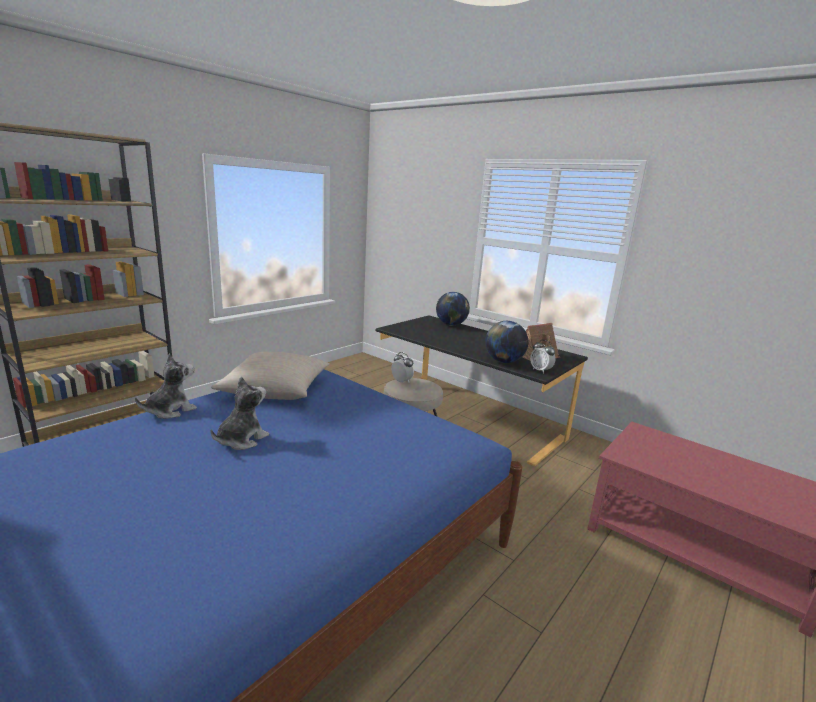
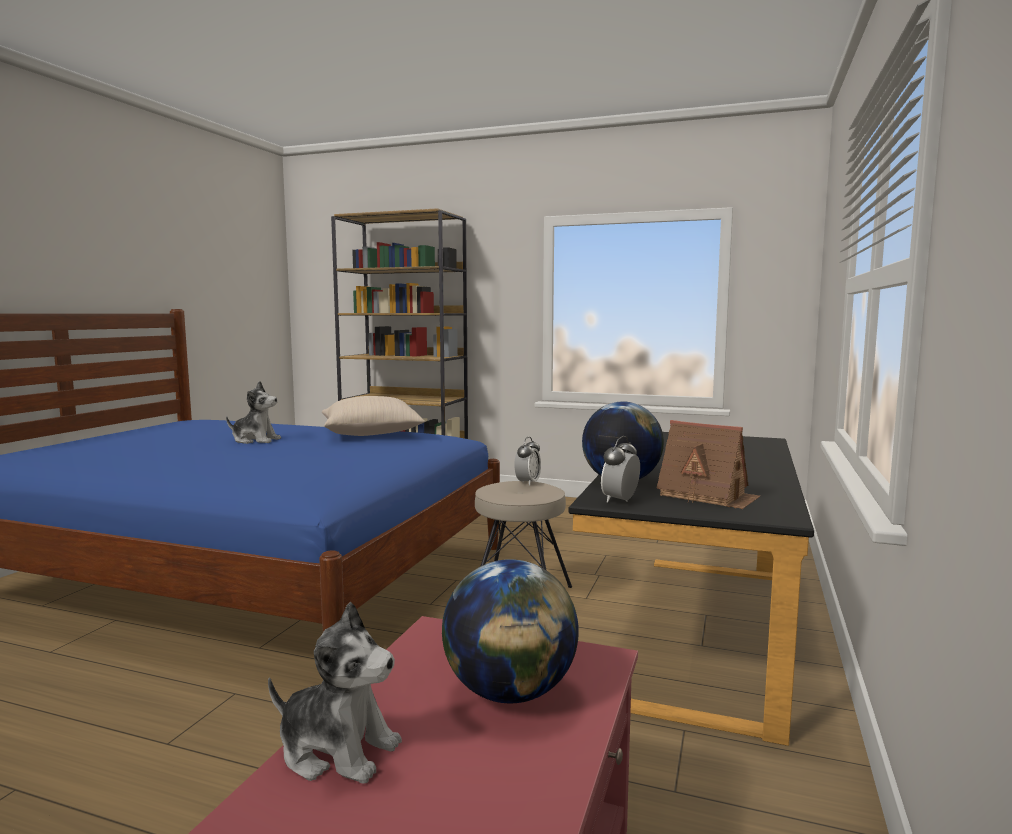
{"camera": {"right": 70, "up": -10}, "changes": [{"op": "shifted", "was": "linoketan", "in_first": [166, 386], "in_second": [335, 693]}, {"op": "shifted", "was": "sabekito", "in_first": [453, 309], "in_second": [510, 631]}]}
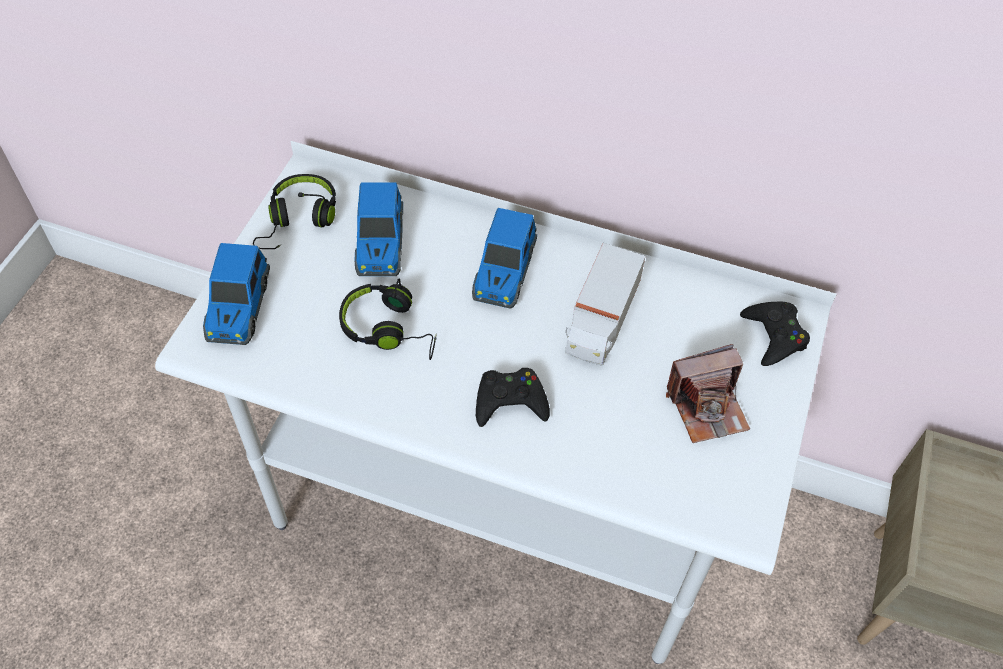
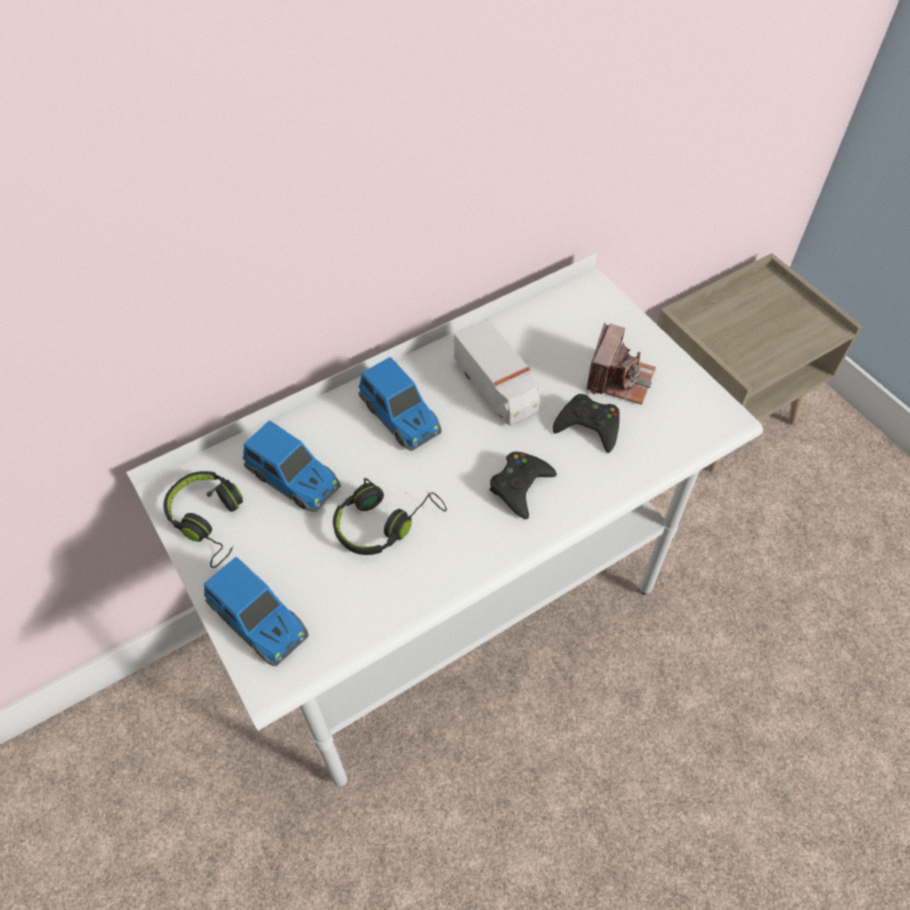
{"camera": {"right": -50, "up": 0}, "changes": [{"op": "shifted", "was": "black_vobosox", "in_first": [775, 334], "in_second": [586, 423]}]}
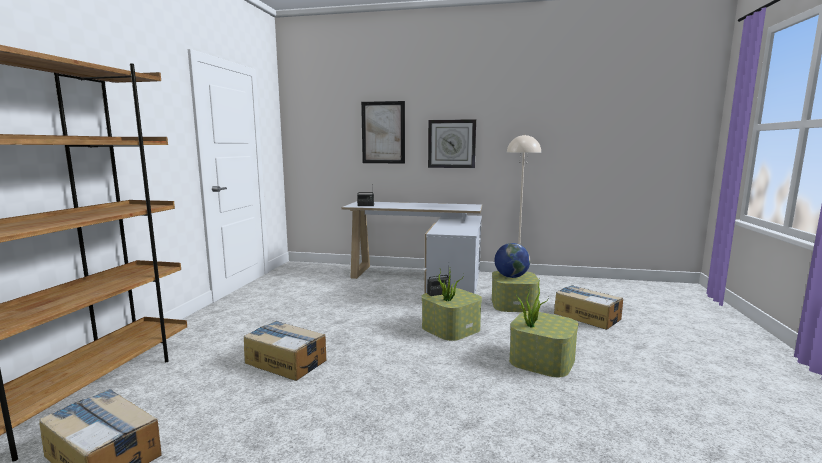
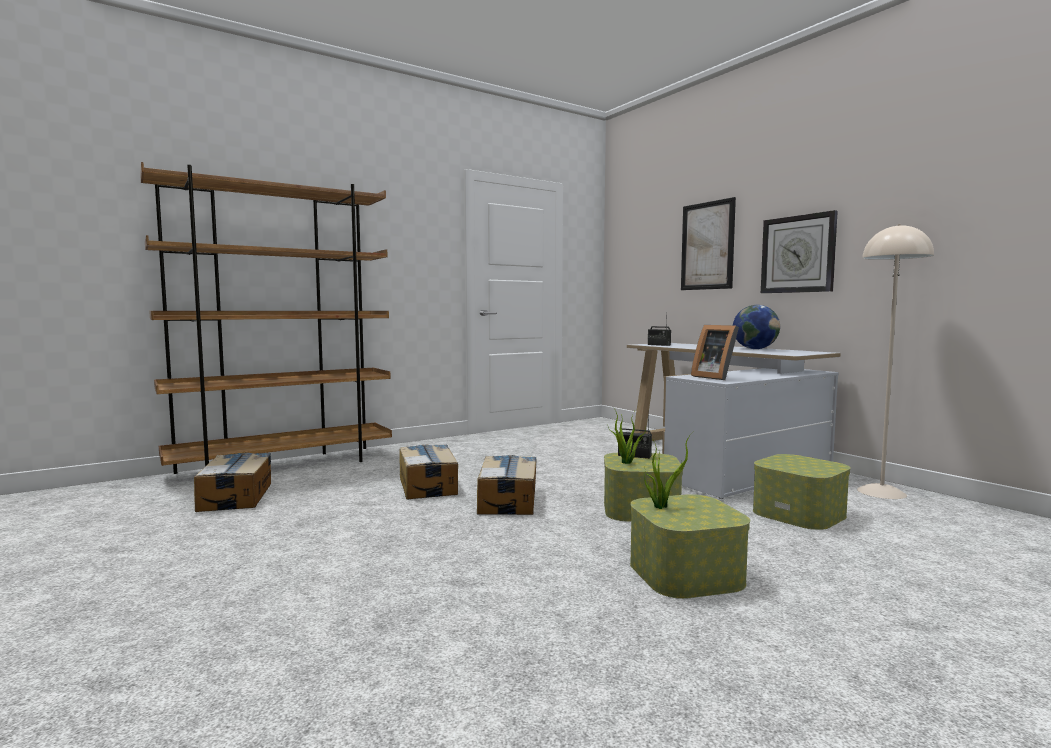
{"camera": {"right": 45, "up": -5}, "changes": [{"op": "shifted", "was": "sabekito", "in_first": [512, 260], "in_second": [756, 327]}, {"op": "shifted", "was": "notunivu", "in_first": [588, 307], "in_second": [506, 485]}, {"op": "new", "now": "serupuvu", "in_second": [715, 352]}]}
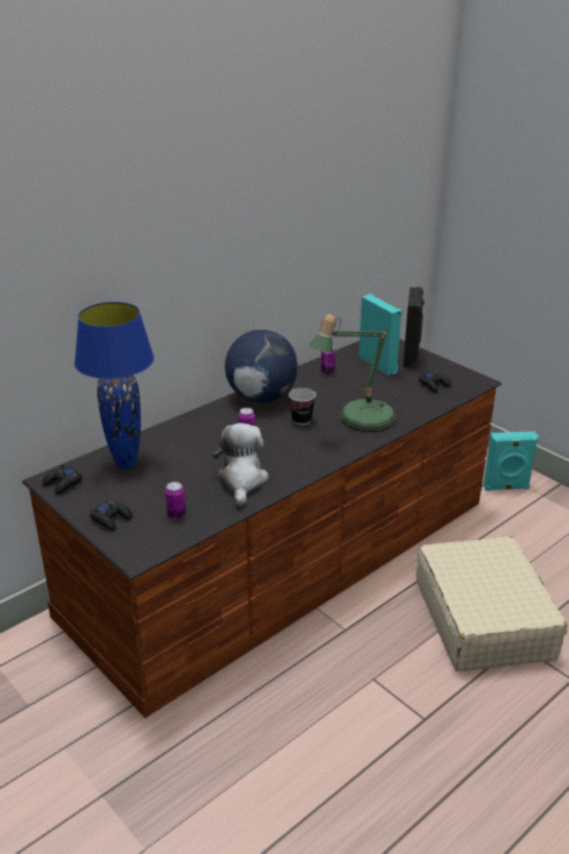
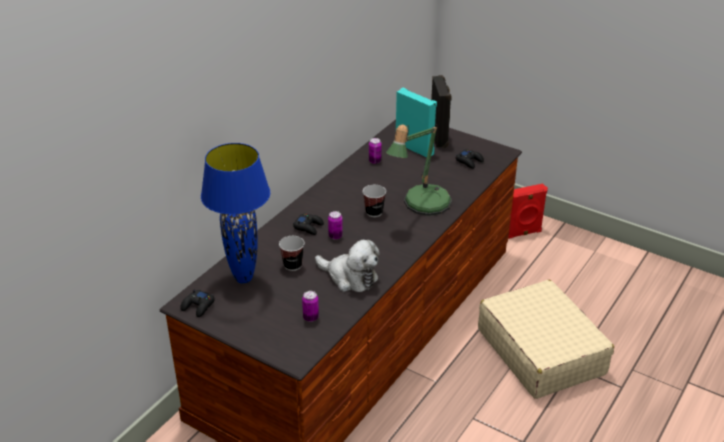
{"camera": {"right": -15, "up": 5}, "changes": [{"op": "shifted", "was": "black_vobosox", "in_first": [111, 515], "in_second": [308, 224]}, {"op": "rotated", "was": "linoketan", "in_first": [241, 464], "in_second": [347, 266], "clockwise": 135}, {"op": "gone", "was": "sabekito", "in_first": [261, 366]}, {"op": "repainted", "was": "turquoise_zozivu", "now": "red_zozivu", "in_first": [511, 461], "in_second": [528, 211]}, {"op": "new", "now": "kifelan", "in_second": [292, 253]}]}
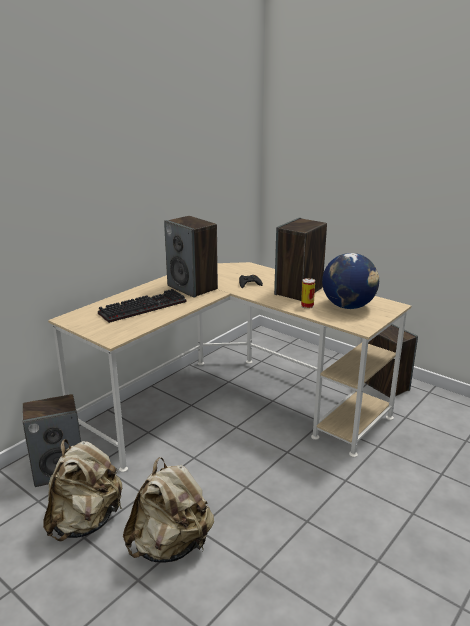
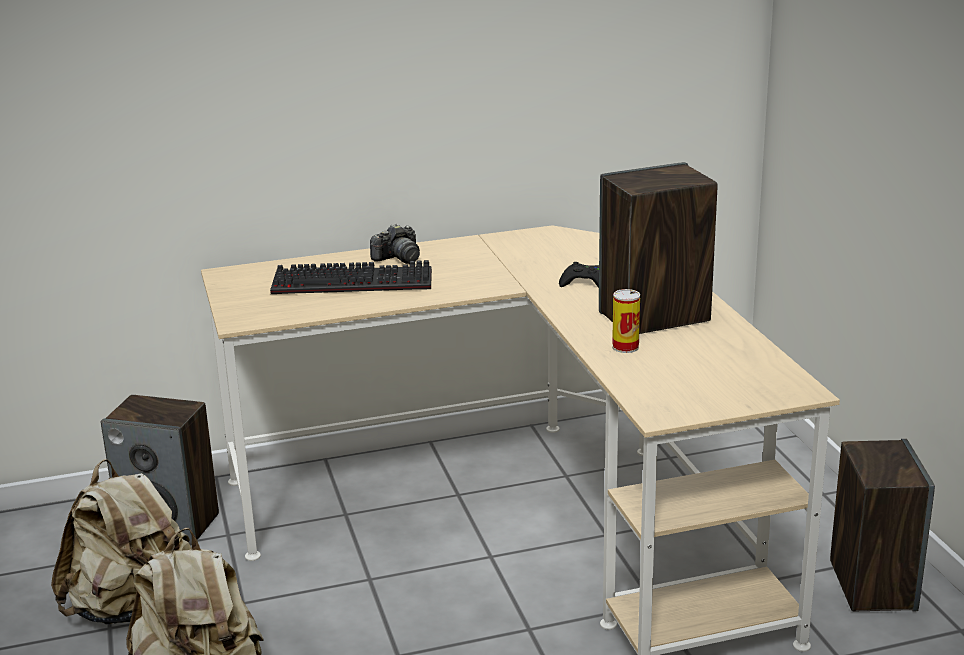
{"camera": {"right": 35, "up": 0}, "changes": [{"op": "gone", "was": "zozivu", "in_first": [191, 257]}, {"op": "gone", "was": "sabekito", "in_first": [350, 281]}, {"op": "new", "now": "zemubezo", "in_second": [395, 244]}]}
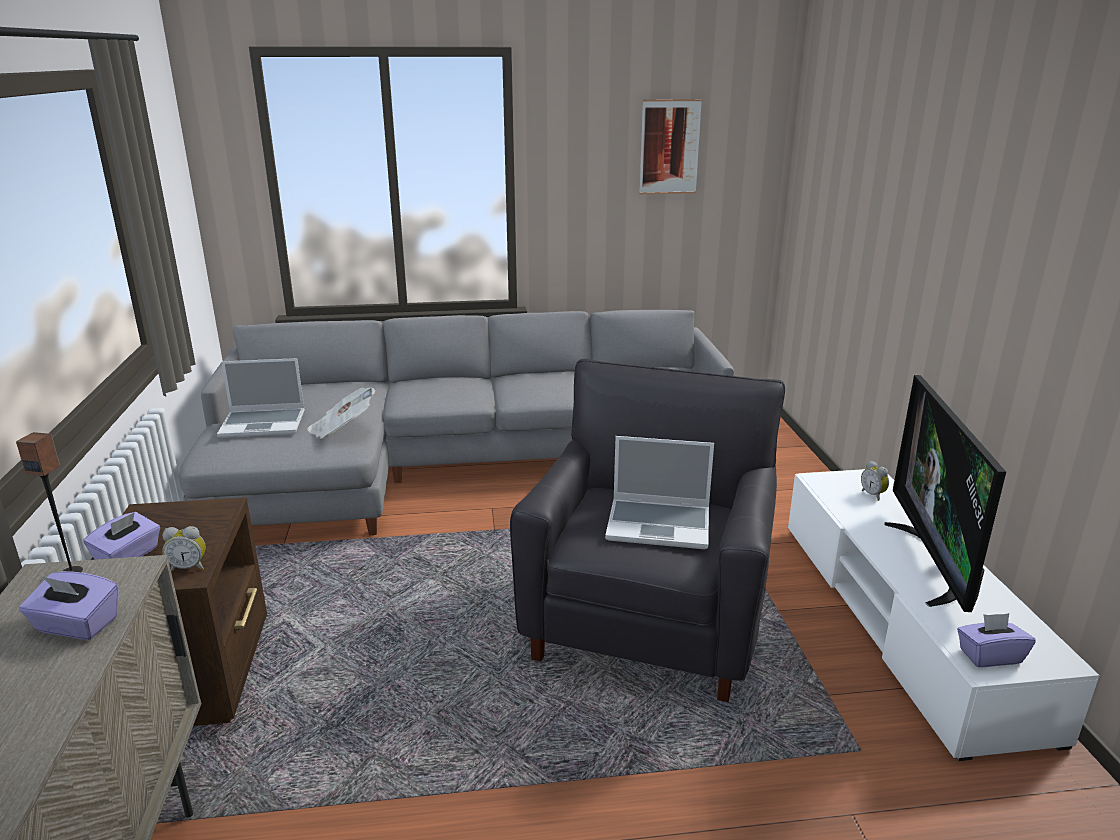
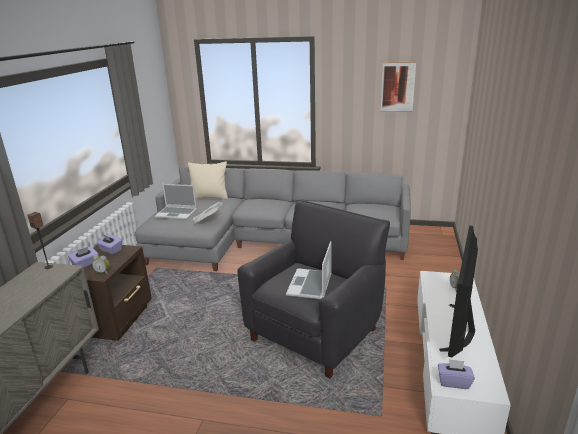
{"camera": {"right": 20, "up": 0}, "changes": [{"op": "shifted", "was": "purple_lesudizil", "in_first": [68, 605], "in_second": [109, 244]}, {"op": "rotated", "was": "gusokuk", "in_first": [659, 492], "in_second": [309, 270], "clockwise": 75}, {"op": "new", "now": "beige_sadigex", "in_second": [208, 180]}]}
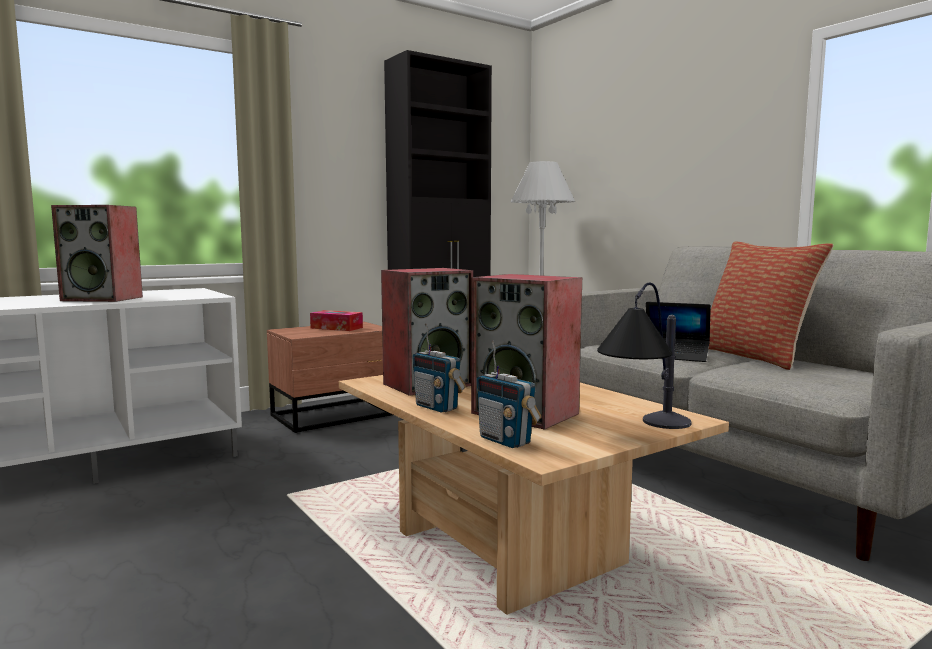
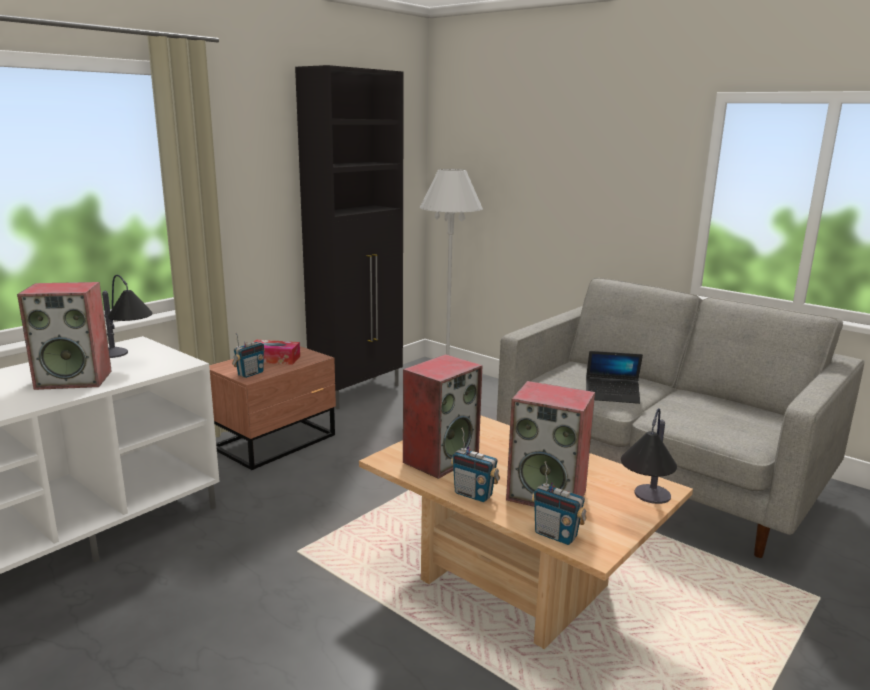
{"camera": {"right": -15, "up": 10}, "changes": [{"op": "gone", "was": "sadigex", "in_first": [771, 305]}, {"op": "new", "now": "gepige", "in_second": [127, 316]}, {"op": "new", "now": "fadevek", "in_second": [248, 355]}]}
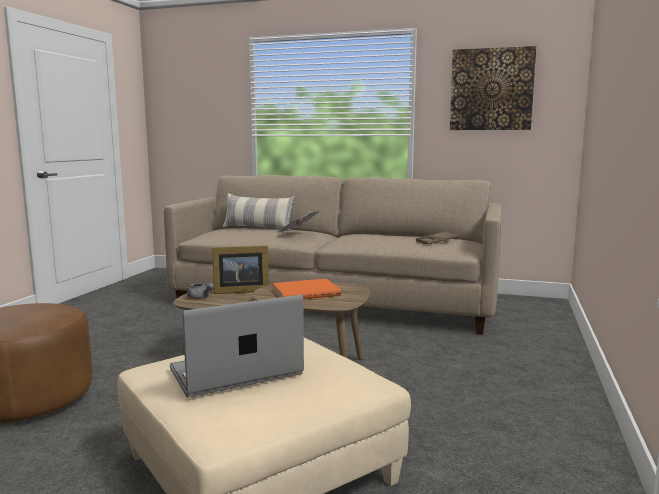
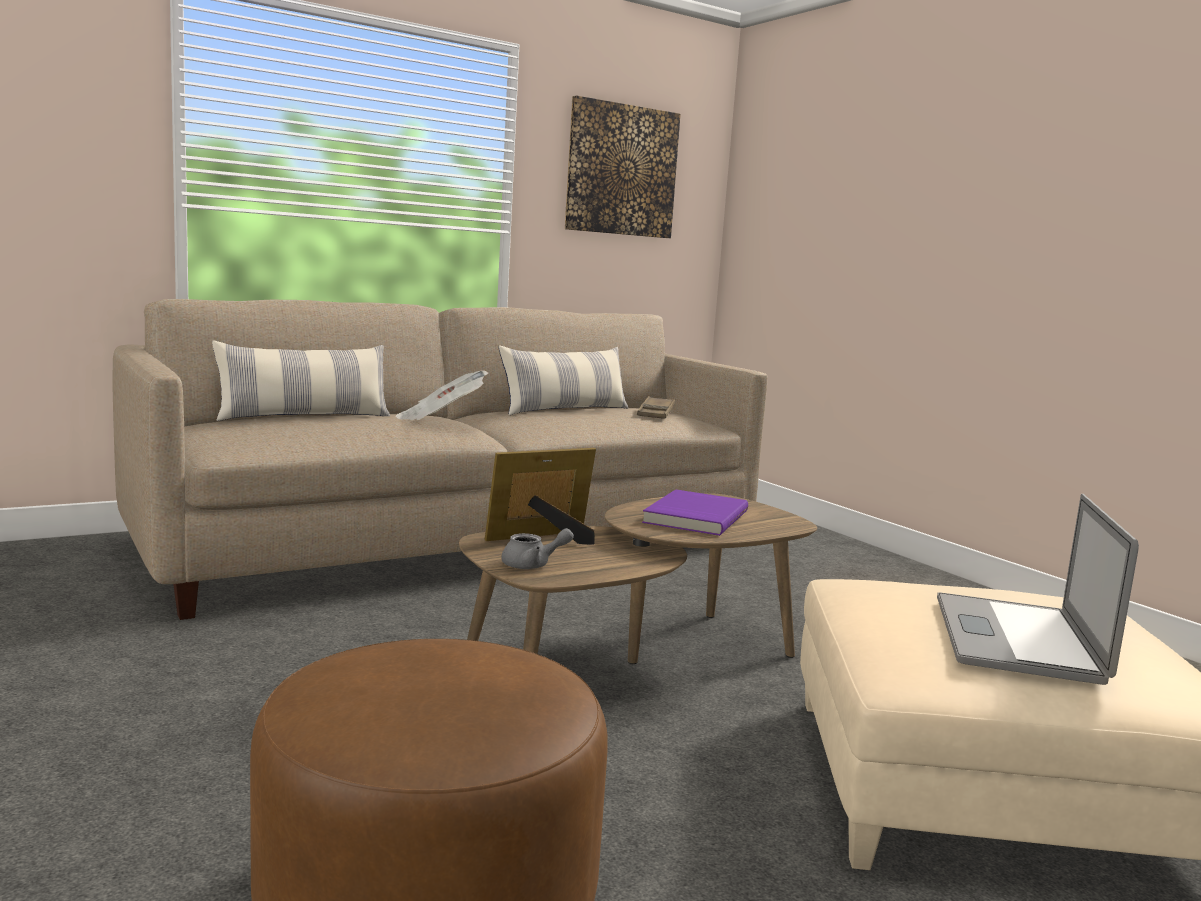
{"camera": {"right": -50, "up": 0}, "changes": [{"op": "rotated", "was": "serupuvu", "in_first": [240, 270], "in_second": [540, 496], "clockwise": -150}, {"op": "repainted", "was": "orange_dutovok", "now": "purple_dutovok", "in_first": [306, 289], "in_second": [695, 512]}, {"op": "new", "now": "sadigex", "in_second": [563, 380]}]}
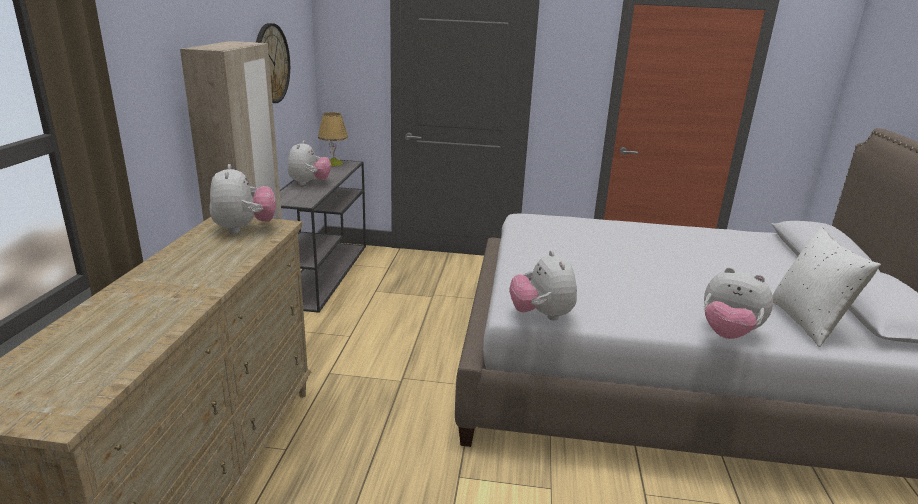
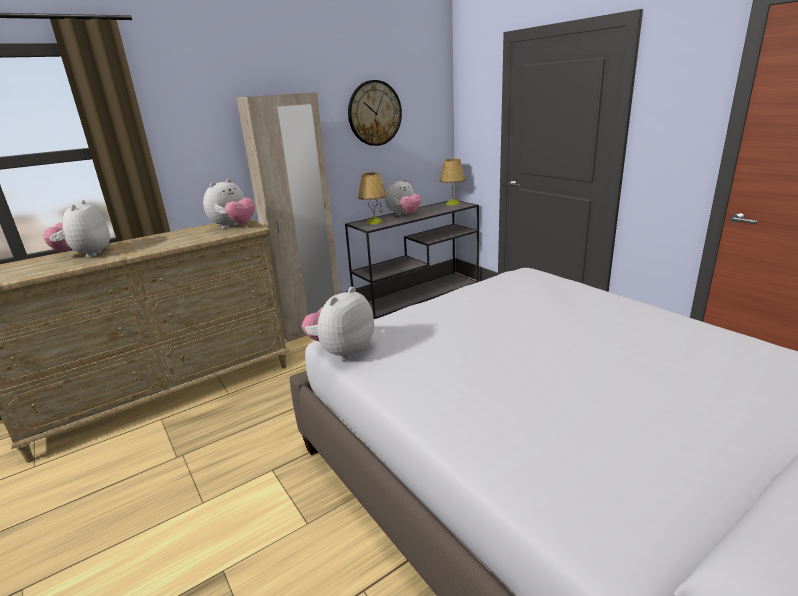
{"camera": {"right": 50, "up": 0}, "changes": [{"op": "shifted", "was": "linoketan", "in_first": [738, 303], "in_second": [76, 229]}, {"op": "gone", "was": "white_sadigex", "in_first": [827, 287]}, {"op": "new", "now": "gepige", "in_second": [372, 198]}]}
